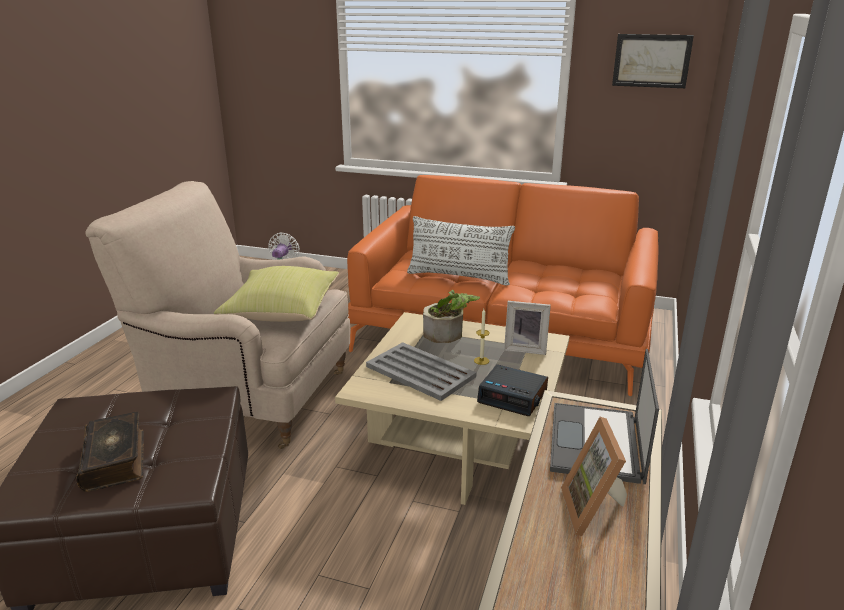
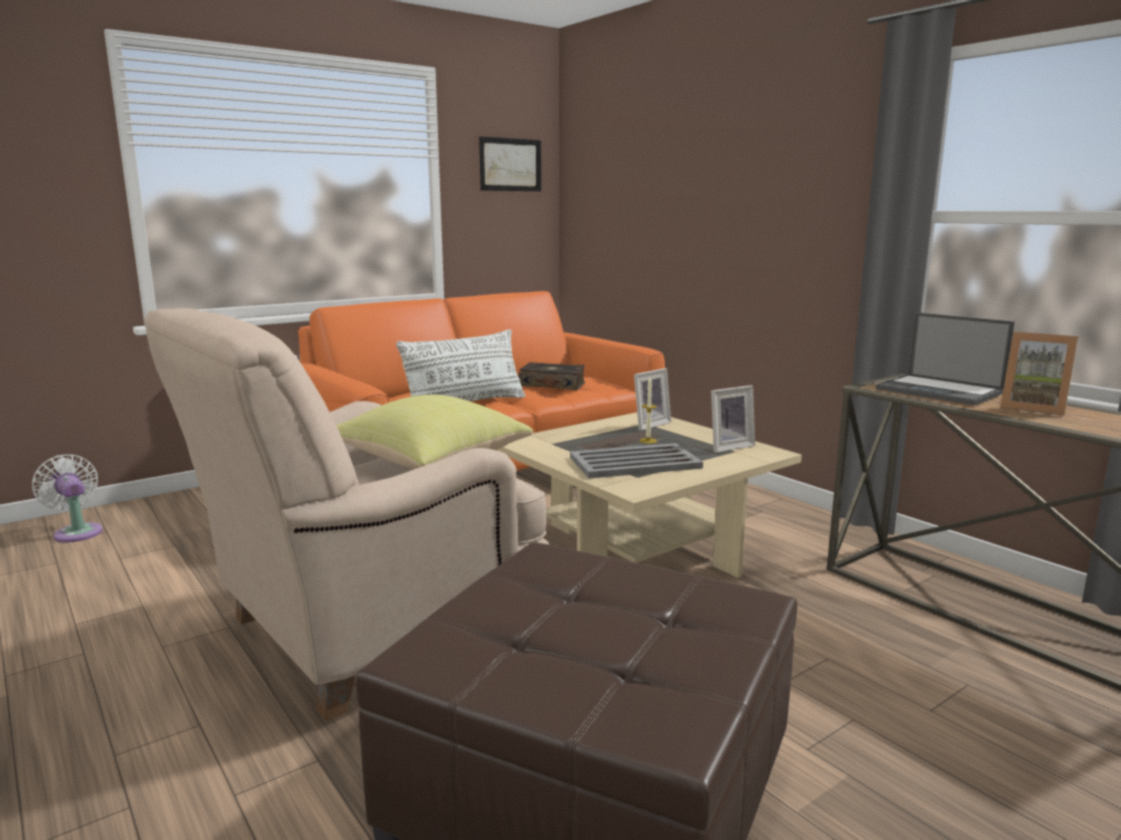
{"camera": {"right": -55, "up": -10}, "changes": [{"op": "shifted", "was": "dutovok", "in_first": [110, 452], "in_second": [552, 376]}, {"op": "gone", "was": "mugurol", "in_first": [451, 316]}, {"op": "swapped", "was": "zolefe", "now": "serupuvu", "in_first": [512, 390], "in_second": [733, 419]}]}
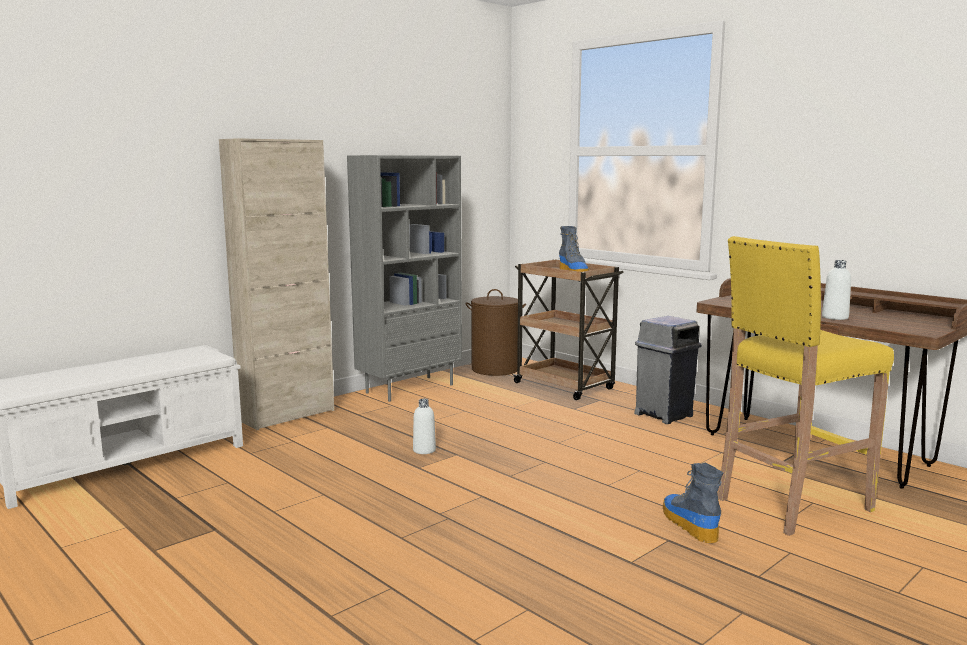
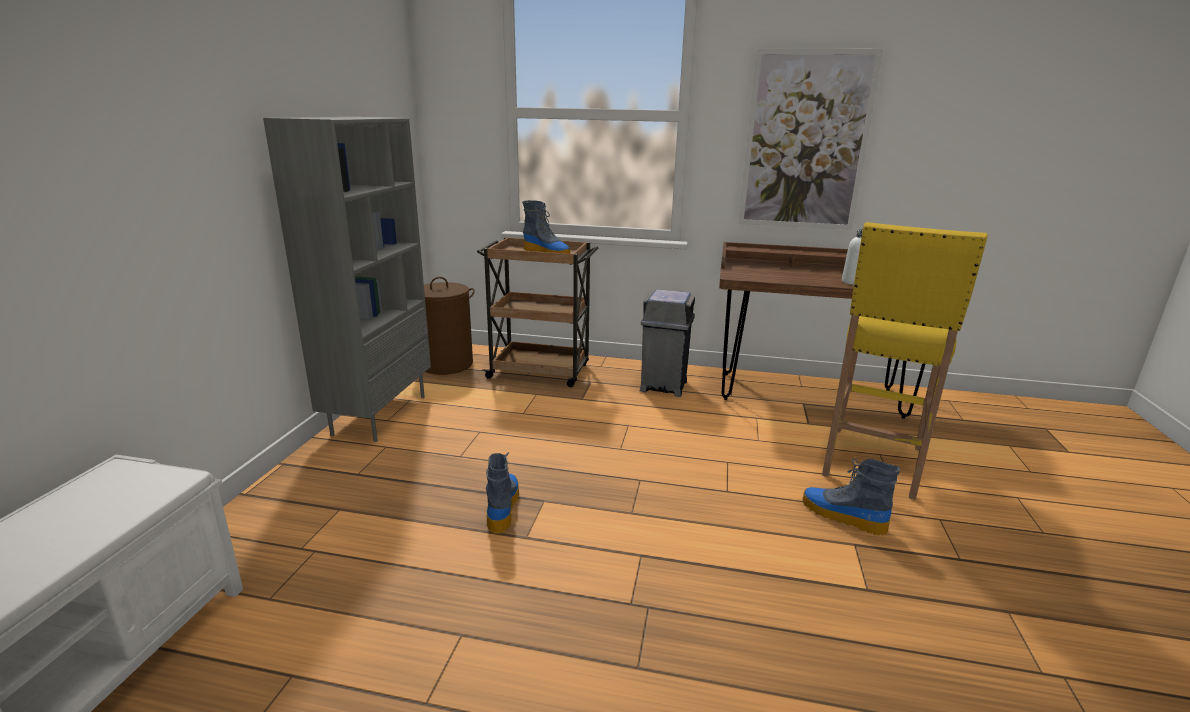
{"camera": {"right": -35, "up": 10}, "changes": [{"op": "gone", "was": "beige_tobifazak", "in_first": [276, 284]}, {"op": "swapped", "was": "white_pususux", "now": "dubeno", "in_first": [424, 426], "in_second": [502, 493]}, {"op": "new", "now": "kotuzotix", "in_second": [810, 139]}]}
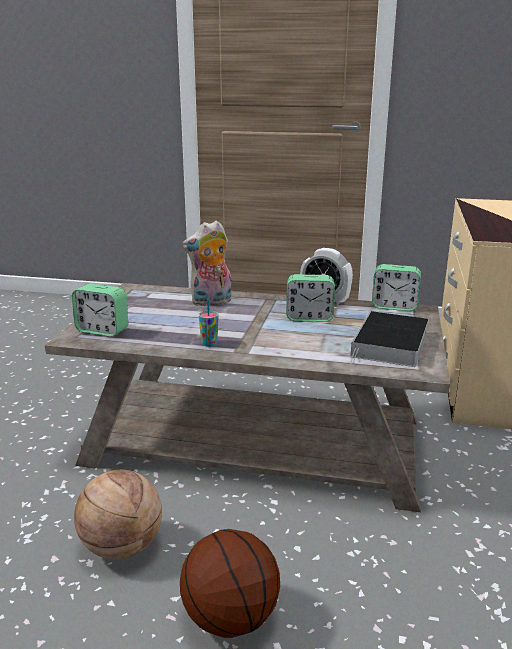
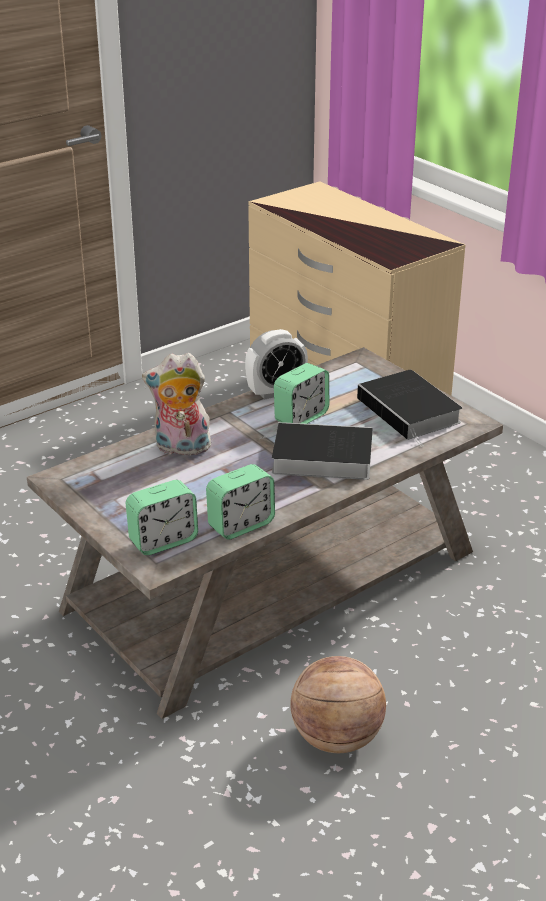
{"camera": {"right": -50, "up": 10}, "changes": [{"op": "gone", "was": "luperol", "in_first": [230, 583]}, {"op": "rotated", "was": "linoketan", "in_first": [207, 263], "in_second": [177, 404], "clockwise": 75}, {"op": "gone", "was": "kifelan", "in_first": [208, 323]}, {"op": "shifted", "was": "zolefe", "in_first": [396, 287], "in_second": [240, 502]}, {"op": "new", "now": "dutovok", "in_second": [316, 451]}]}
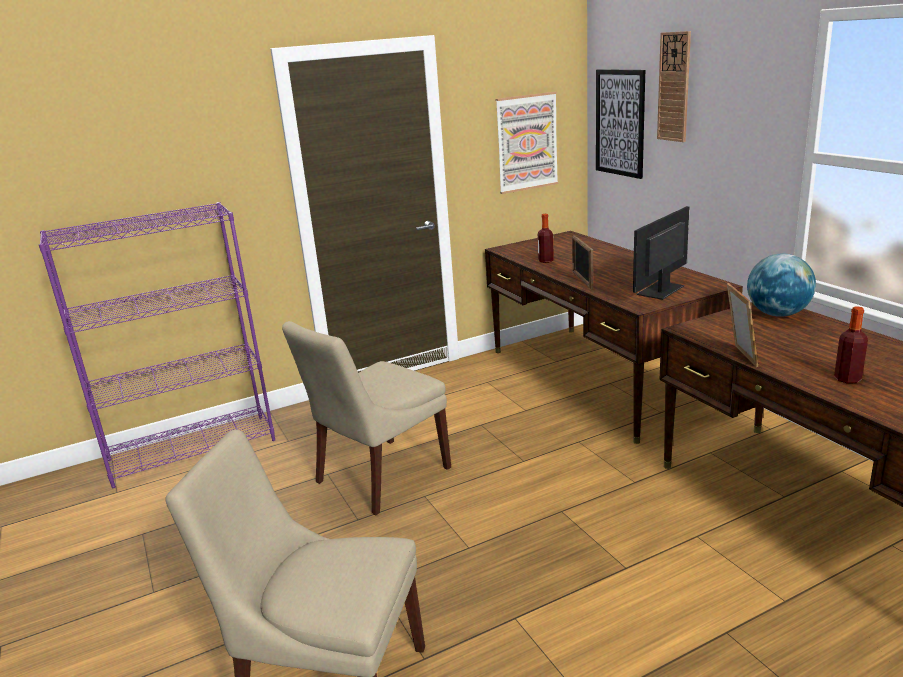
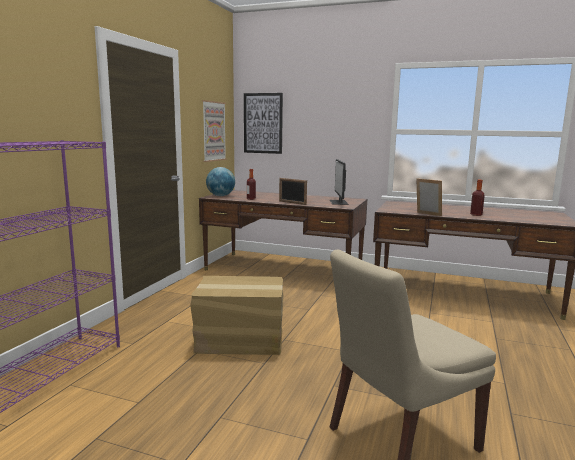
{"camera": {"right": -45, "up": -10}, "changes": [{"op": "swapped", "was": "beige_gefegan", "now": "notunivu", "in_first": [366, 418], "in_second": [236, 315]}, {"op": "gone", "was": "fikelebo", "in_first": [674, 86]}, {"op": "shifted", "was": "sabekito", "in_first": [781, 285], "in_second": [220, 181]}]}
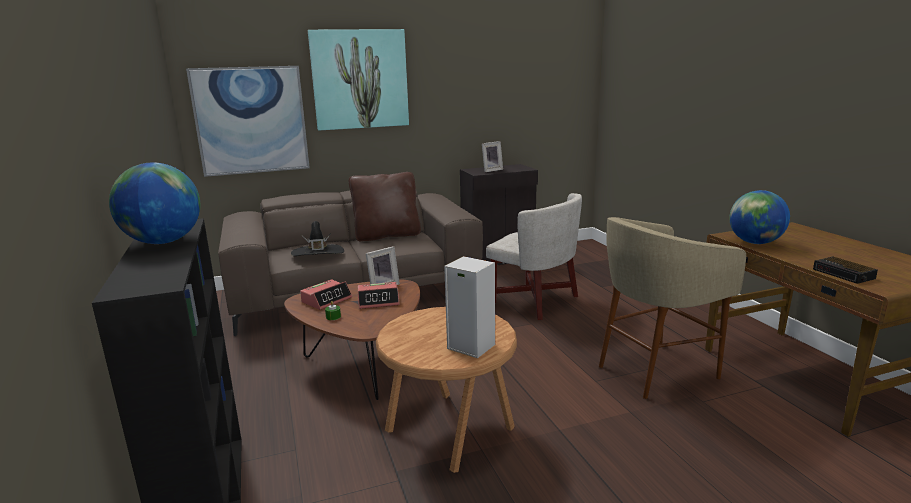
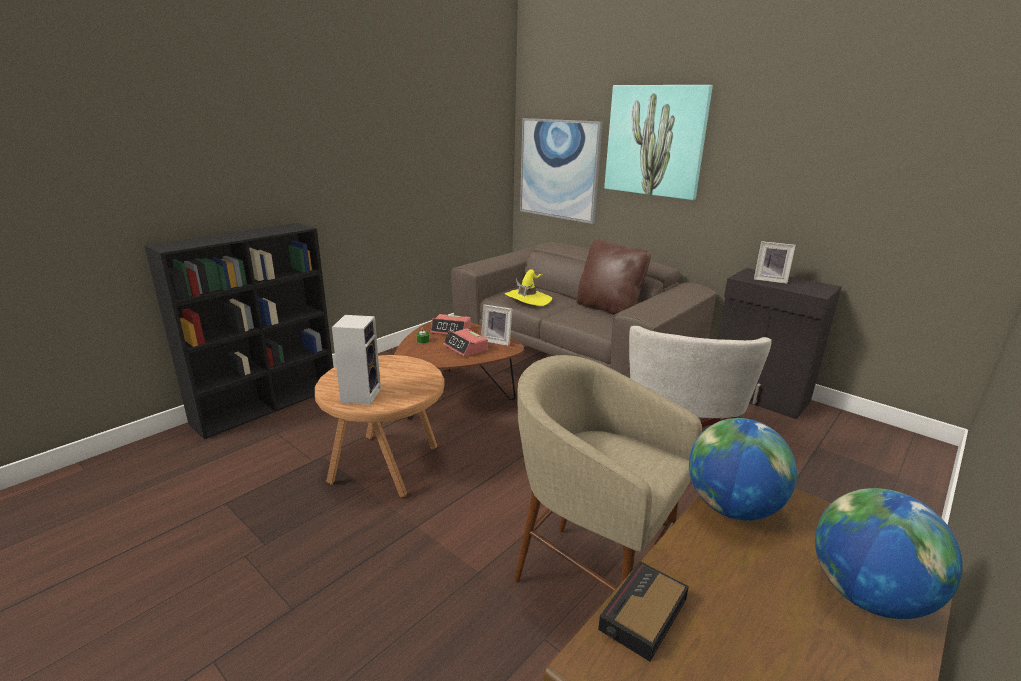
{"camera": {"right": 60, "up": 5}, "changes": [{"op": "shifted", "was": "sabekito", "in_first": [155, 203], "in_second": [889, 553]}, {"op": "repainted", "was": "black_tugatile", "now": "yellow_tugatile", "in_first": [317, 238], "in_second": [528, 287]}]}
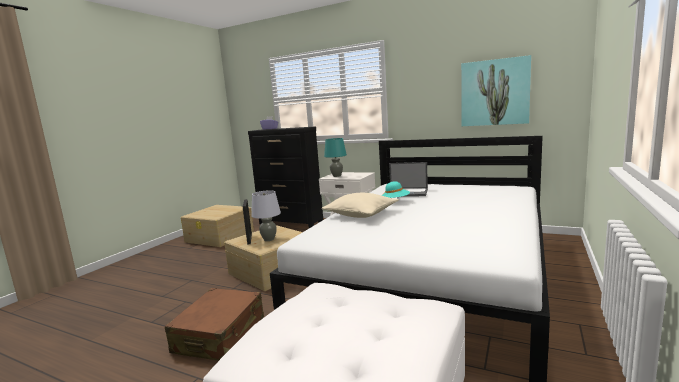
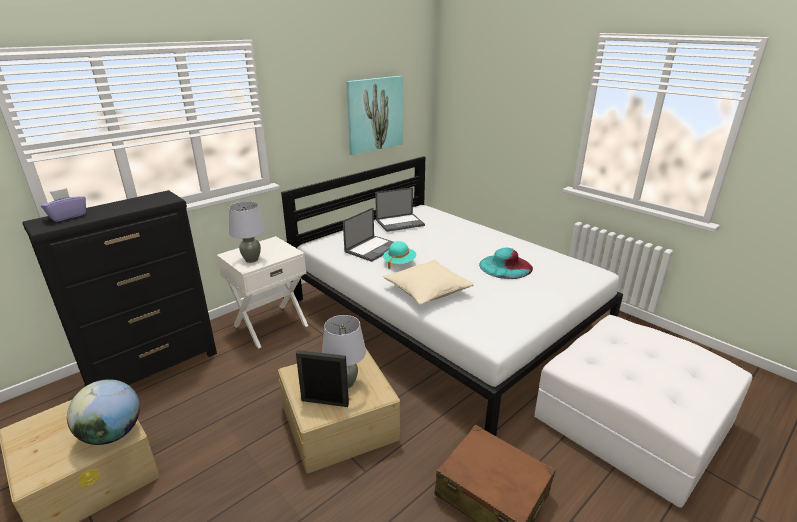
{"camera": {"right": -70, "up": 15}, "changes": [{"op": "repainted", "was": "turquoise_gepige", "now": "grey_gepige", "in_first": [335, 157], "in_second": [247, 232]}, {"op": "new", "now": "sabekito", "in_second": [103, 412]}, {"op": "new", "now": "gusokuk", "in_second": [400, 209]}, {"op": "new", "now": "turquoise_tugatile", "in_second": [506, 263]}]}
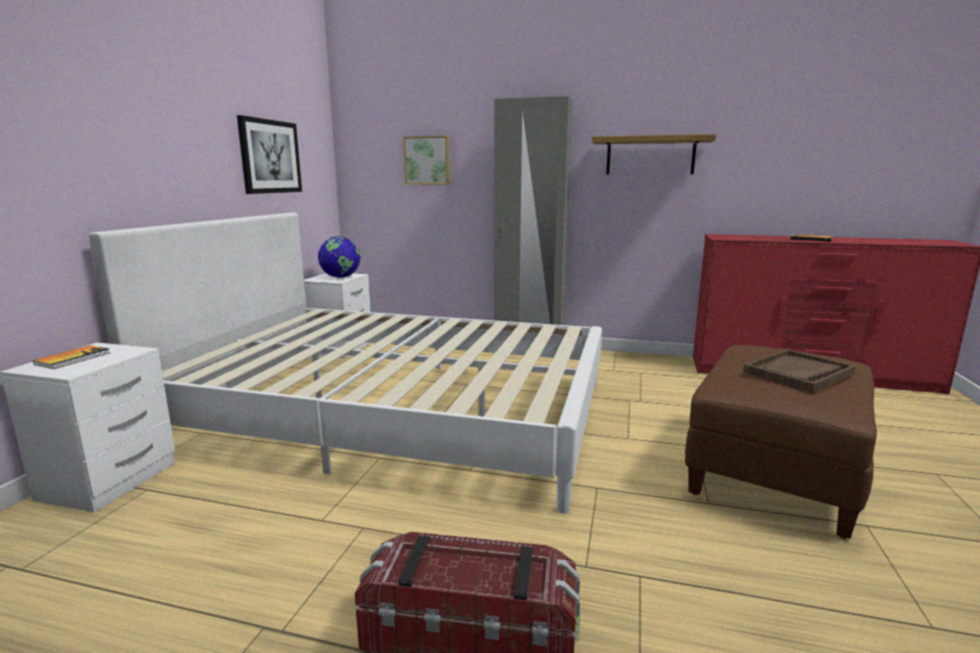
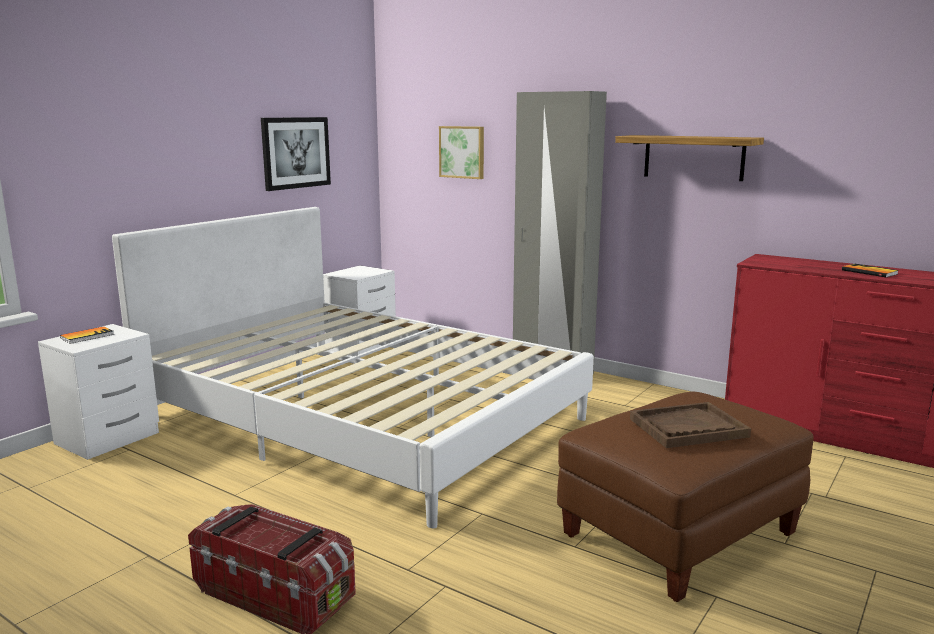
{"camera": {"right": 20, "up": 0}, "changes": [{"op": "gone", "was": "sabekito", "in_first": [339, 257]}]}
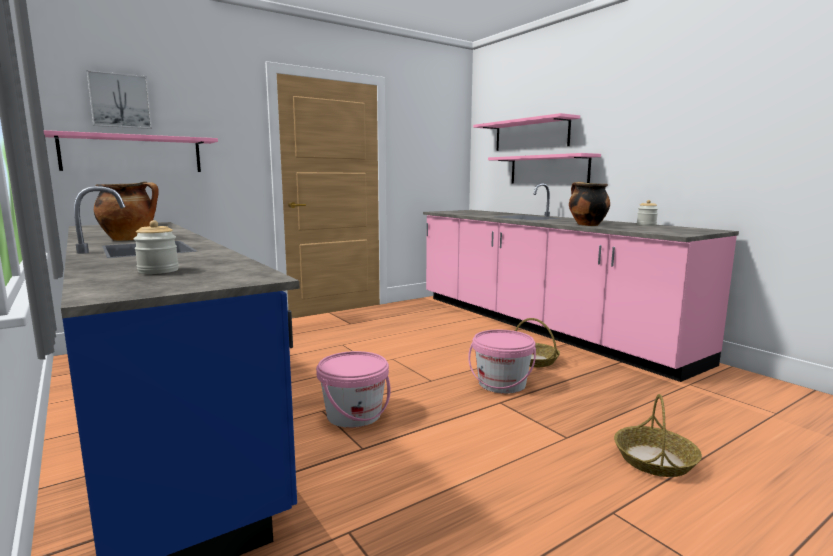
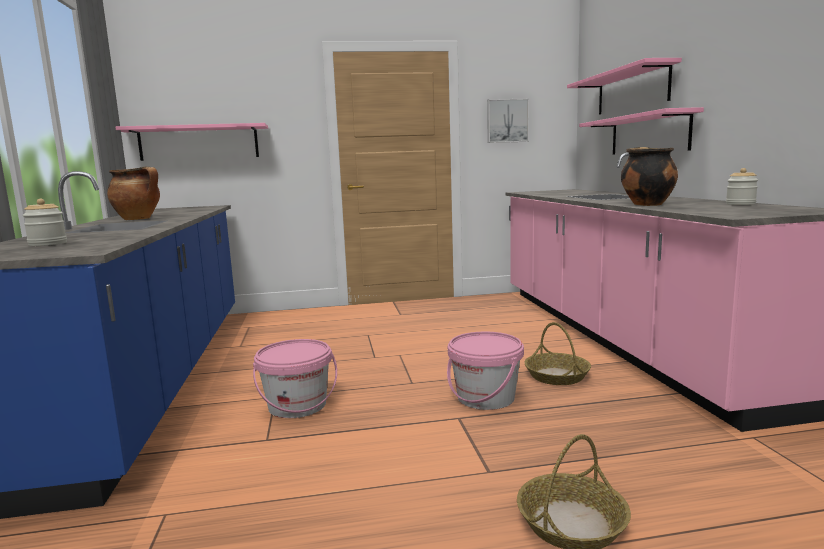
{"camera": {"right": 25, "up": 0}, "changes": [{"op": "shifted", "was": "kotuzotix", "in_first": [119, 99], "in_second": [508, 121]}]}
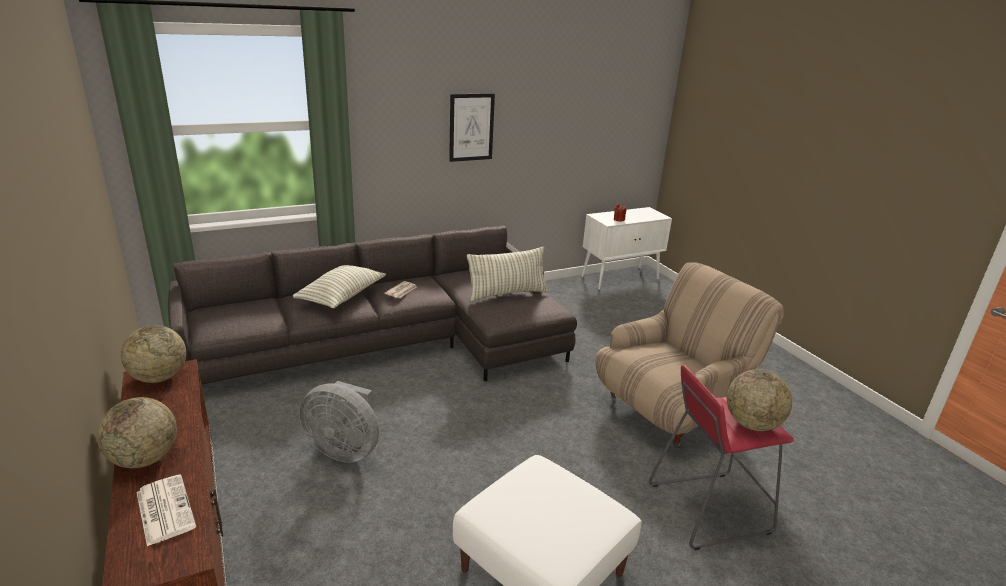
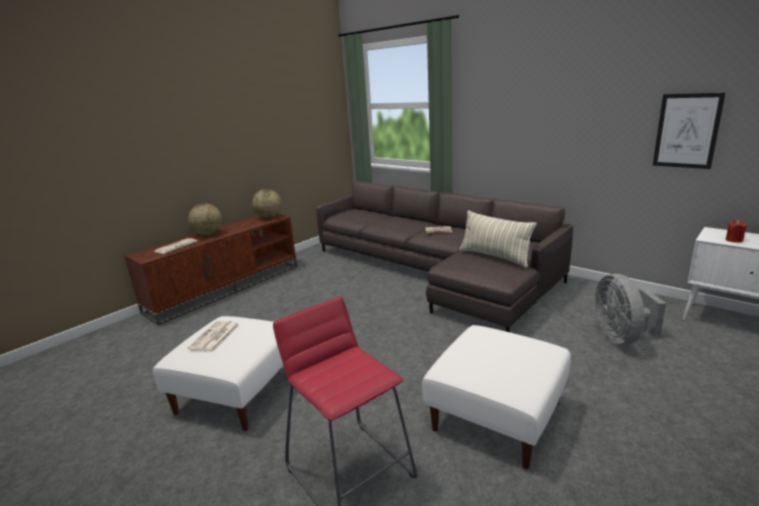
{"camera": {"right": 70, "up": -5}, "changes": [{"op": "gone", "was": "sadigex", "in_first": [339, 286]}, {"op": "shifted", "was": "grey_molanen", "in_first": [339, 422], "in_second": [630, 309]}, {"op": "shifted", "was": "kotuzotix", "in_first": [472, 127], "in_second": [689, 131]}, {"op": "swapped", "was": "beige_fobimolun", "now": "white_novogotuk", "in_first": [690, 355], "in_second": [496, 397]}, {"op": "gone", "was": "sabekito", "in_first": [759, 400]}, {"op": "new", "now": "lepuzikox", "in_second": [214, 336]}]}
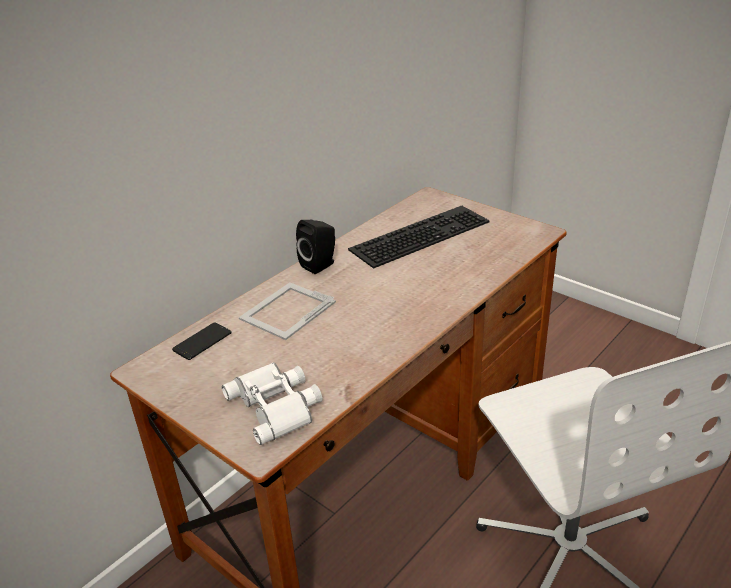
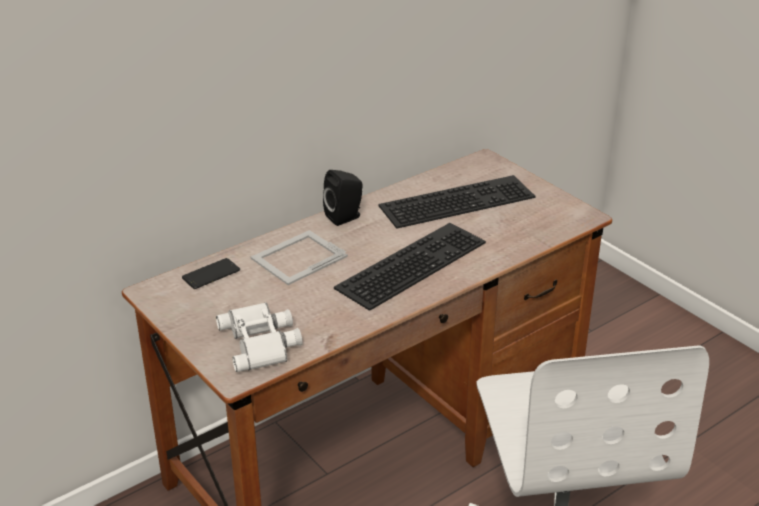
{"camera": {"right": 10, "up": 0}, "changes": [{"op": "new", "now": "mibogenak", "in_second": [410, 267]}]}
